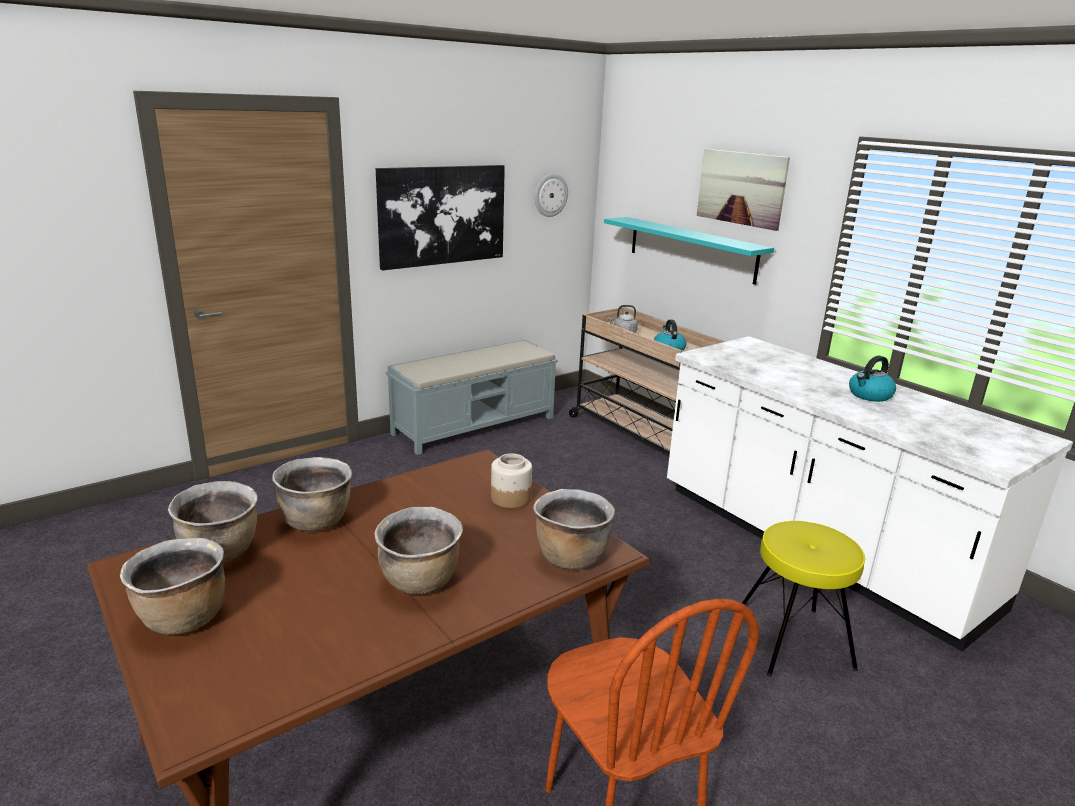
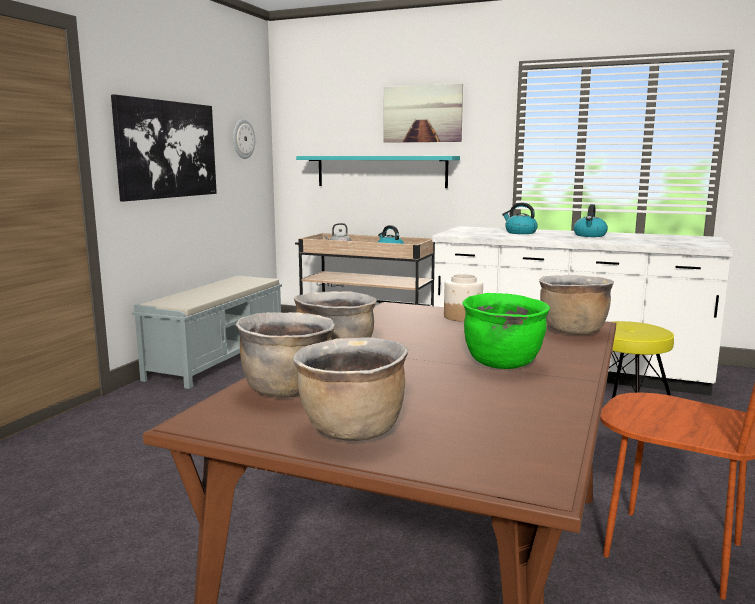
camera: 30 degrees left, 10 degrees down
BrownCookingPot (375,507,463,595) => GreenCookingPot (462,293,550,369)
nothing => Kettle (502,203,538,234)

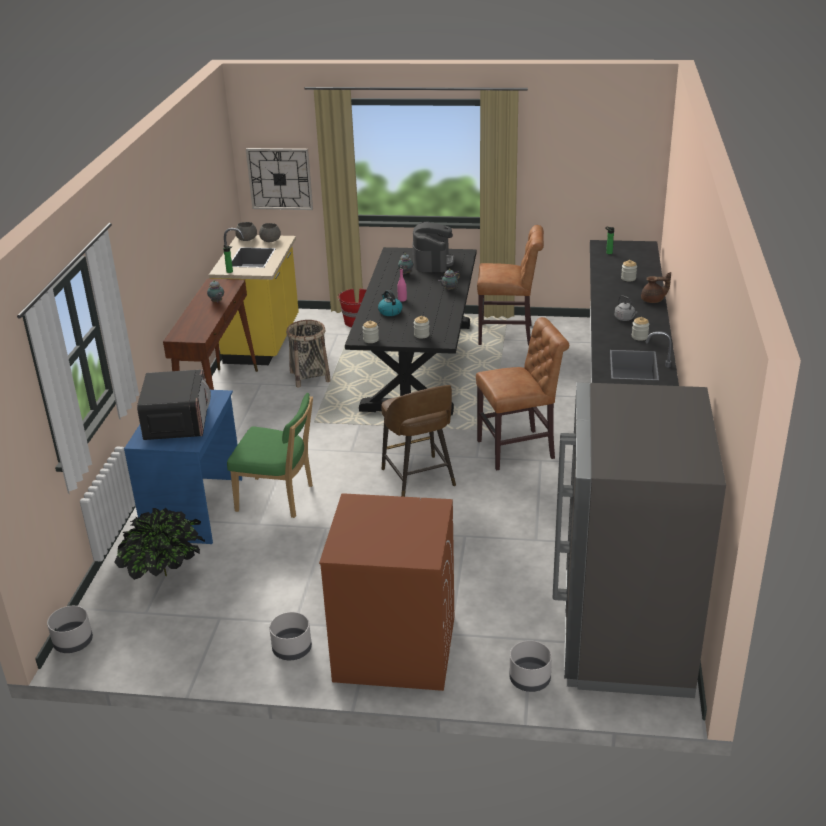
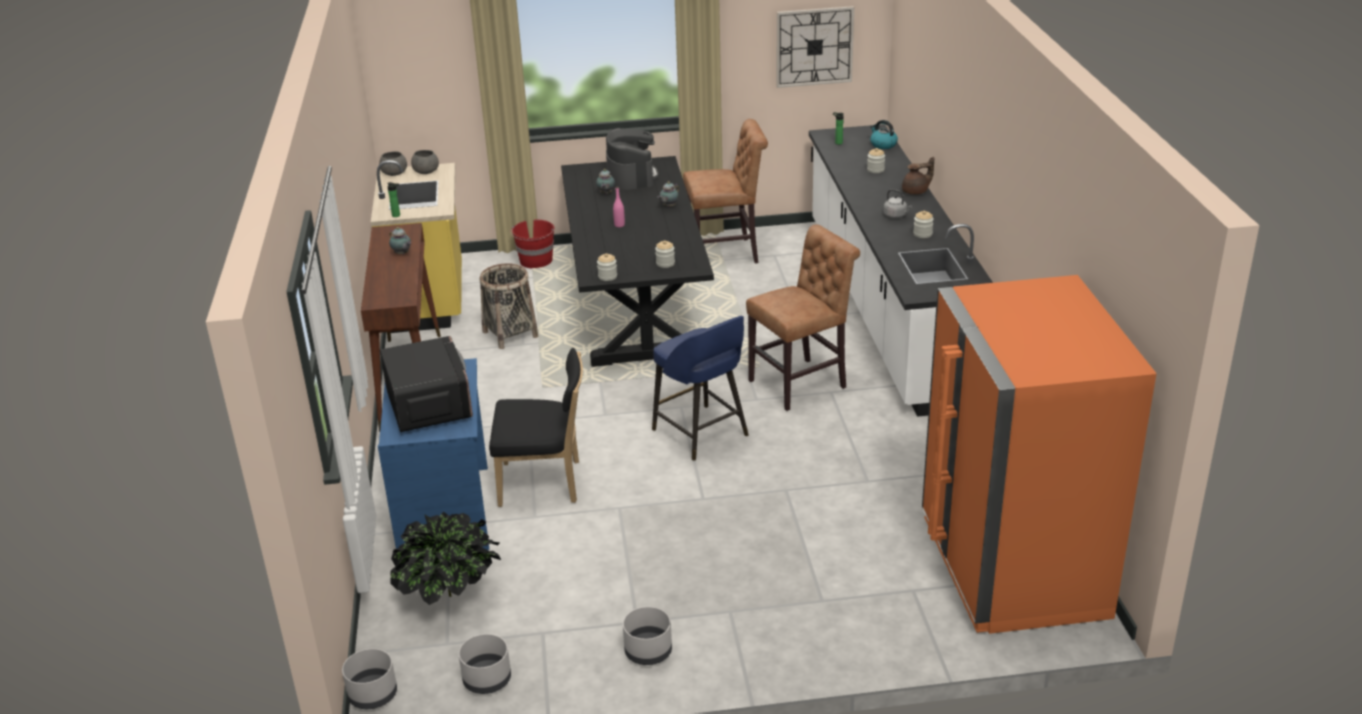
camera: 15 degrees left, 0 degrees up
GreenChair (227,393,313,518) => BlackChair (489,348,583,507)
WallClock (246,148,313,210) => WallClock (777,6,854,88), moved
BrownWashingMachine (319,493,454,691) => nothing
Kettle (378,290,402,316) => Kettle (870,120,898,149), moved
BrownStool (381,385,456,497) => BlueStool (652,316,749,461)
GreyPlanter (509,640,552,692) => GreyPlanter (458,634,511,694), moved
GreyFridge (553,382,726,698) => OrangeFridge (922,275,1156,634)

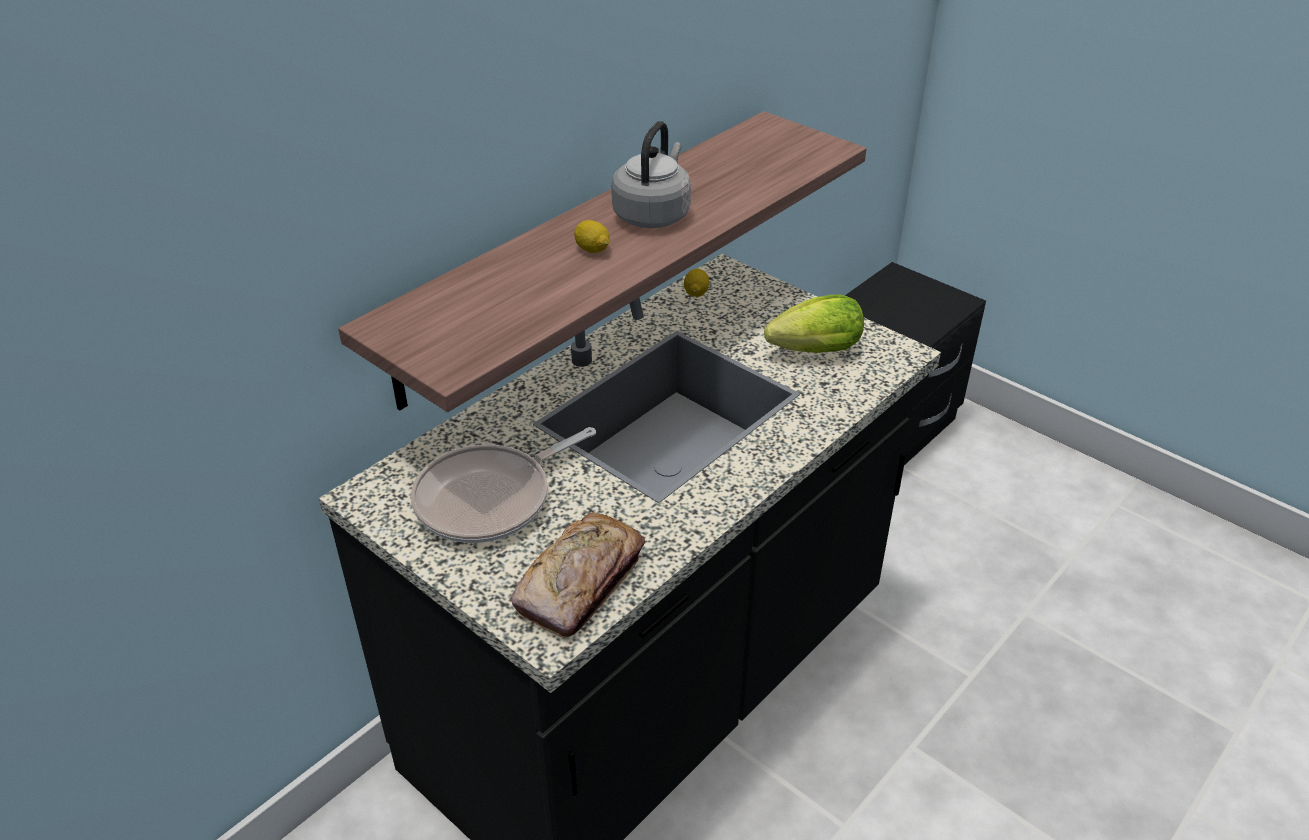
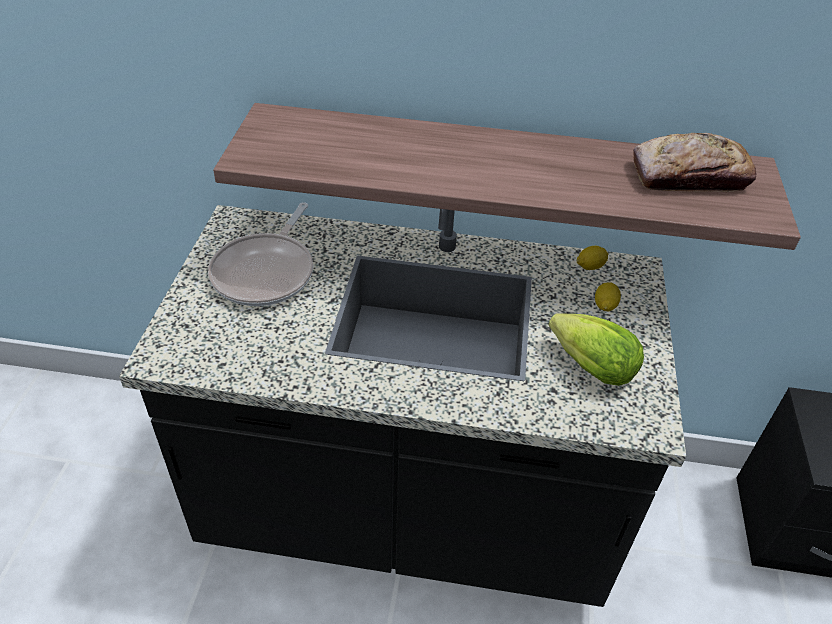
camera: 55 degrees right, 5 degrees up
FryingPan (411,427,596,543) => FryingPan (208,202,313,306), 90 degrees counterclockwise
Bread (511,513,645,637) => Bread (633,133,757,192), moved
Lemon (574,220,609,253) => Lemon (595,282,621,311), moved
GreyKettle (612,121,691,228) => nothing

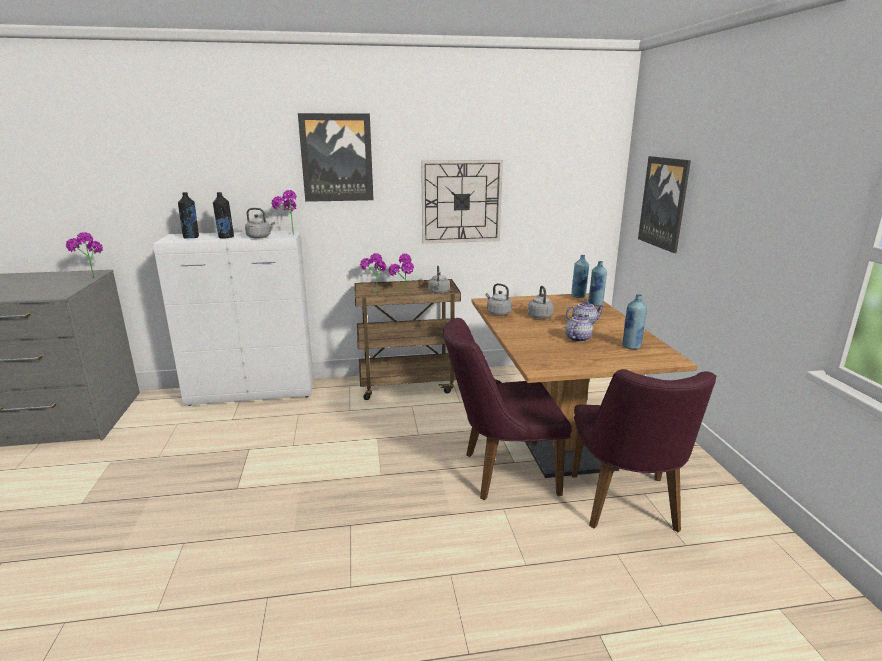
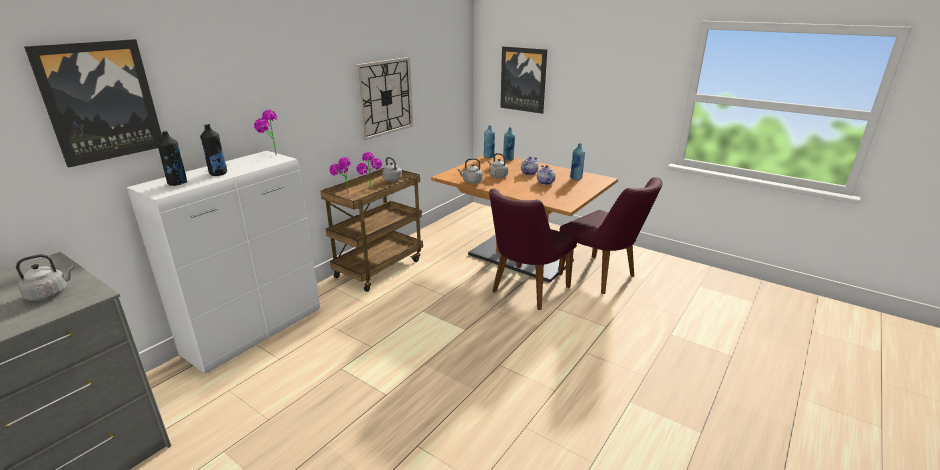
camera: 45 degrees left, 5 degrees up
PottedPlant (66,232,103,278) => nothing
GreyKettle (245,208,275,239) => GreyKettle (16,254,75,301), moved
Picture (298,113,373,202) => Picture (24,39,162,168), moved

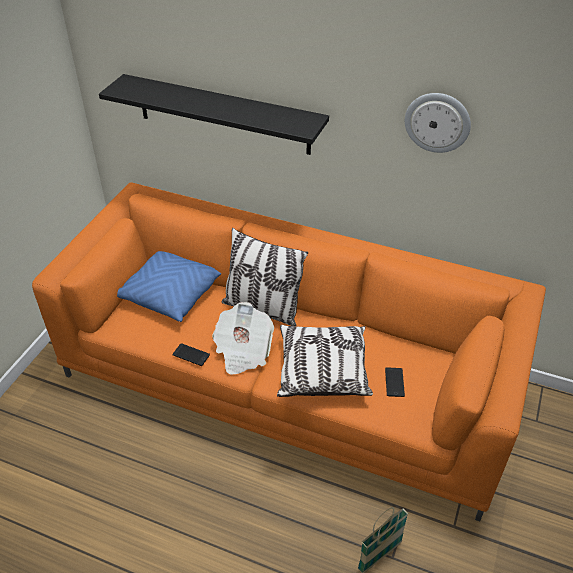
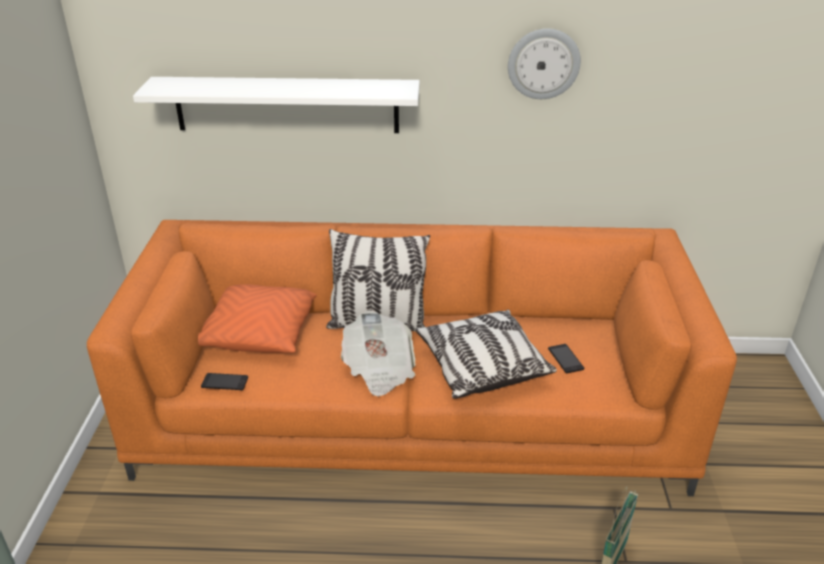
camera: 20 degrees left, 10 degrees down
BlackShelf (99,74,329,155) => WhiteShelf (133,77,420,133)
BluePillow (117,251,221,322) => OrangePillow (198,284,317,353)
Phone (173,343,210,366) => Phone (201,373,248,390), moved

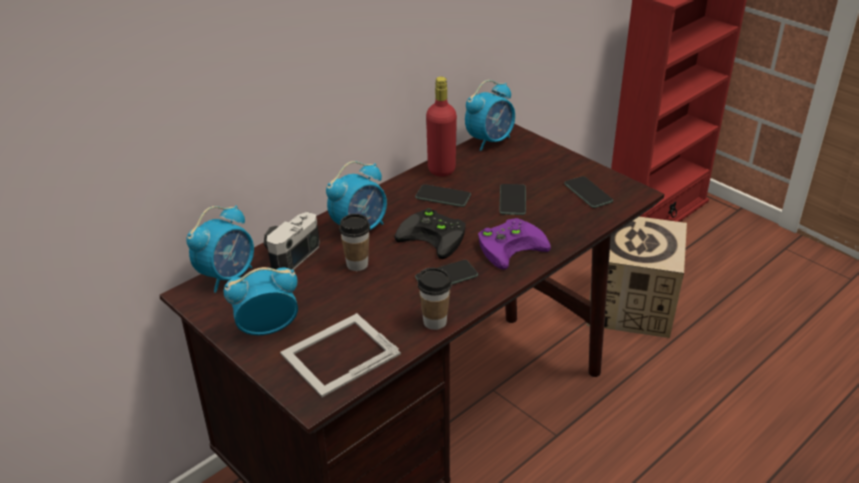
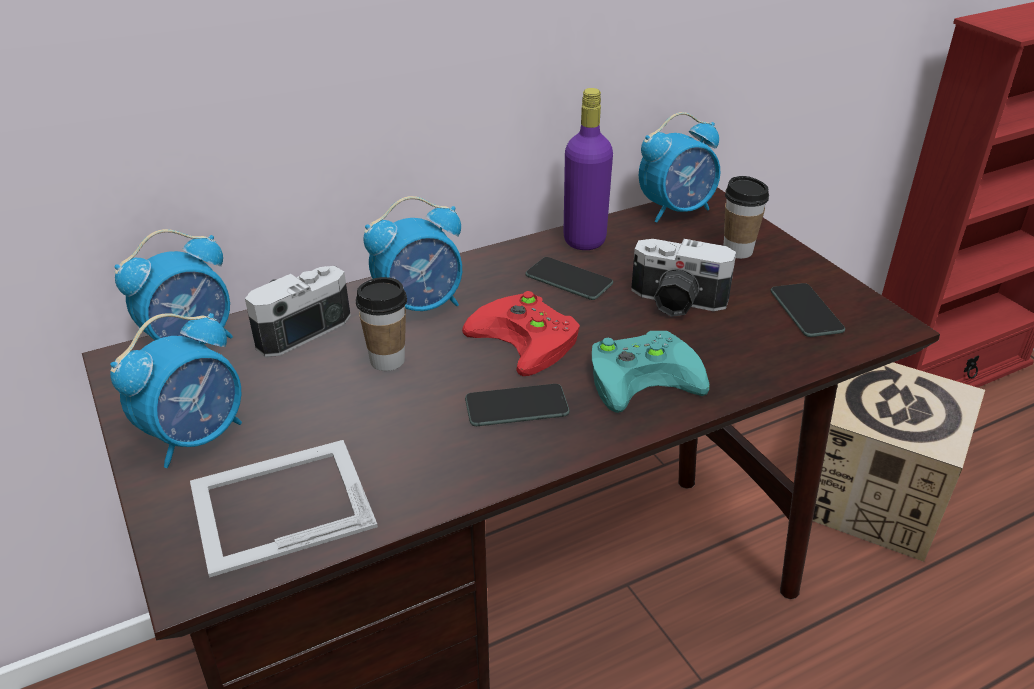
camera: 15 degrees right, 0 degrees up
AlarmClock (224,267,298,336) => AlarmClock (110,313,242,468), 135 degrees clockwise
BlackGameController (394,208,466,259) => RedGameController (462,291,580,376)
Cup (418,267,452,330) => Cup (724,176,769,259), moved
RedBottle (426,77,457,177) => PurpleBottle (564,88,613,250)
PurpleGameController (478,218,551,270) => TurquoiseGameController (592,331,709,413)
Phone (499,184,526,215) => PhotoCamera (631,239,736,317)

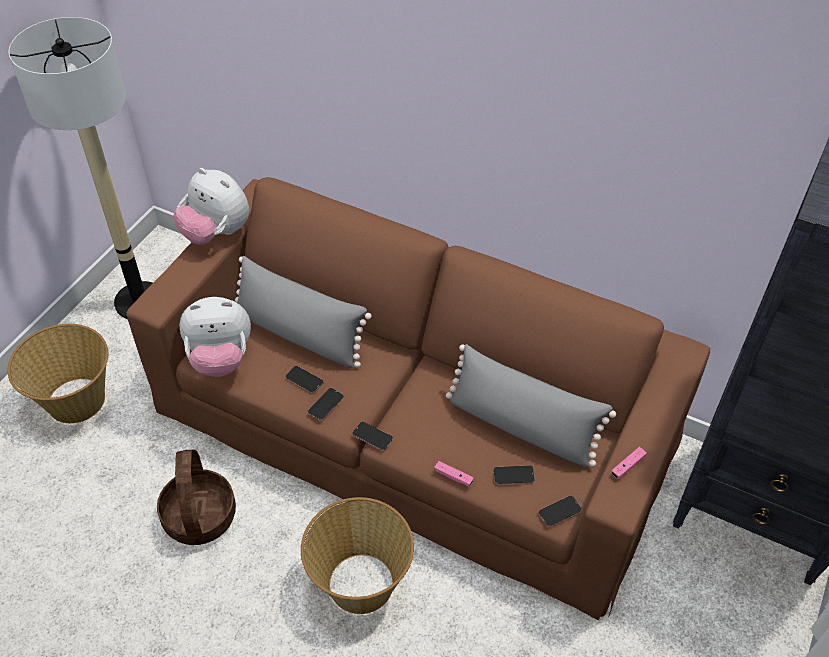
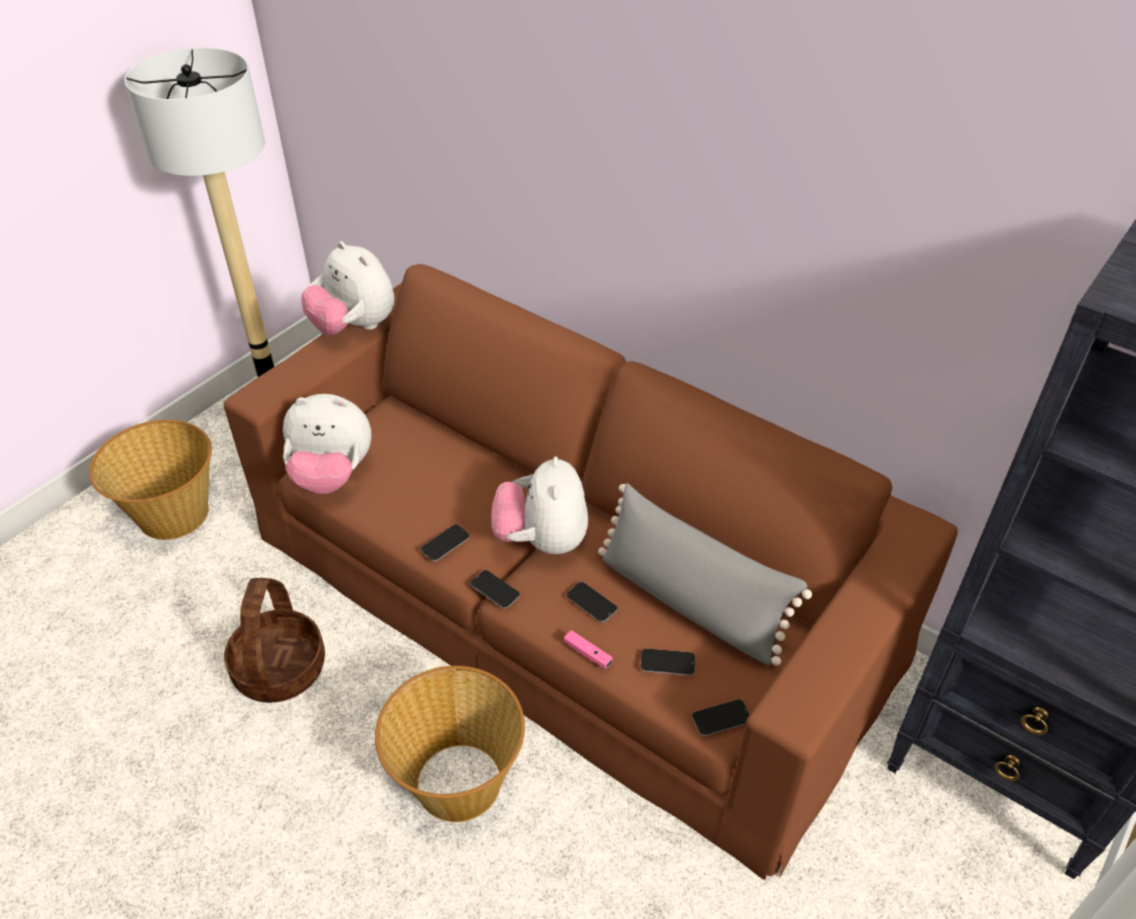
camera: 10 degrees right, 5 degrees down
GreyPillow (235,256,372,368) => nothing
Phone (286,366,324,393) => Phone (566,582,618,622), moved
PinkGameController (611,447,647,479) => nothing
nothing => PlushToy (492,456,588,554)

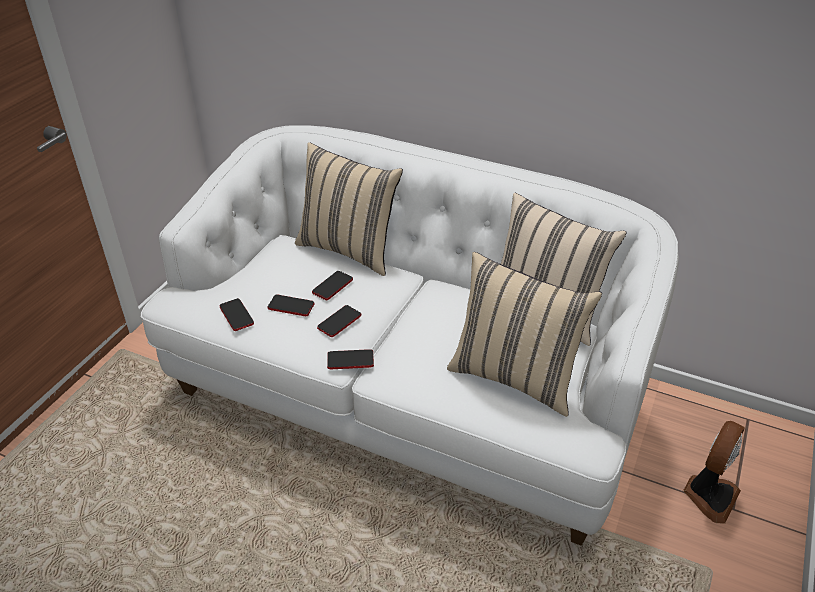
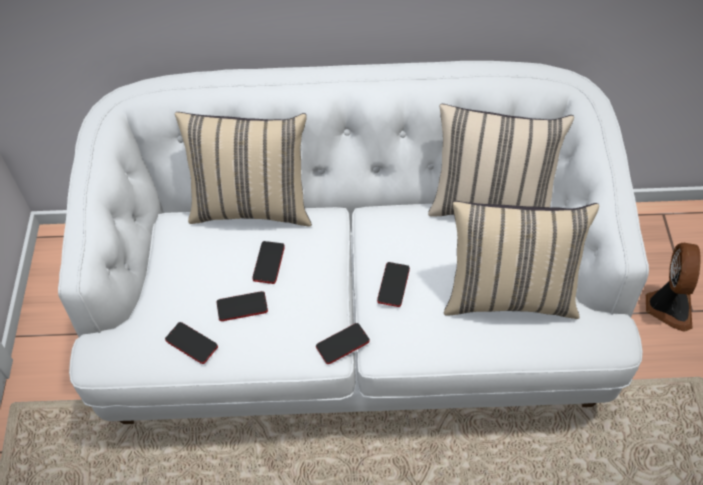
camera: 25 degrees left, 15 degrees up
Phone (317,305,361,337) => Phone (377,262,410,307), moved

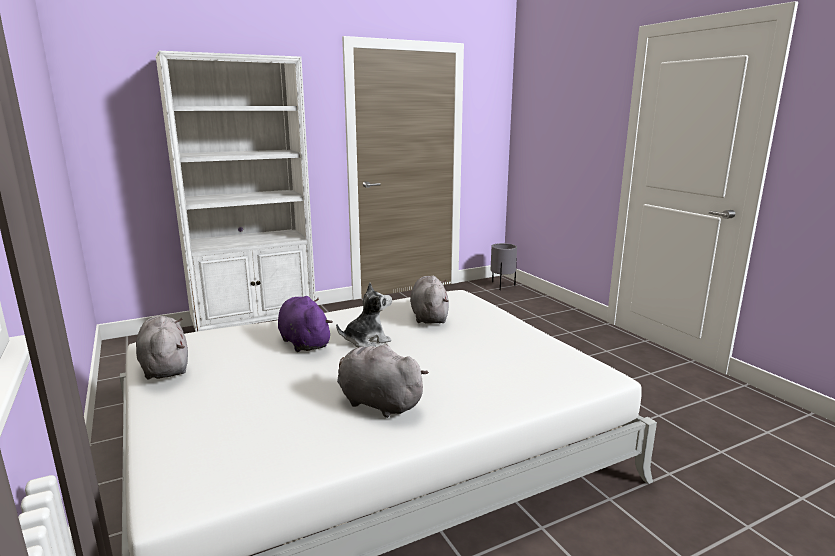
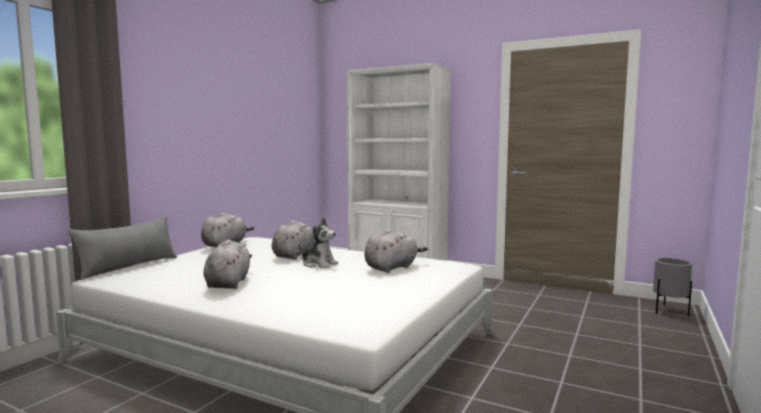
camera: 55 degrees right, 10 degrees down
PurplePlushToy (278,296,333,352) => GreyPlushToy (272,220,315,260)
nothing => GreyPillow (68,216,177,279)

